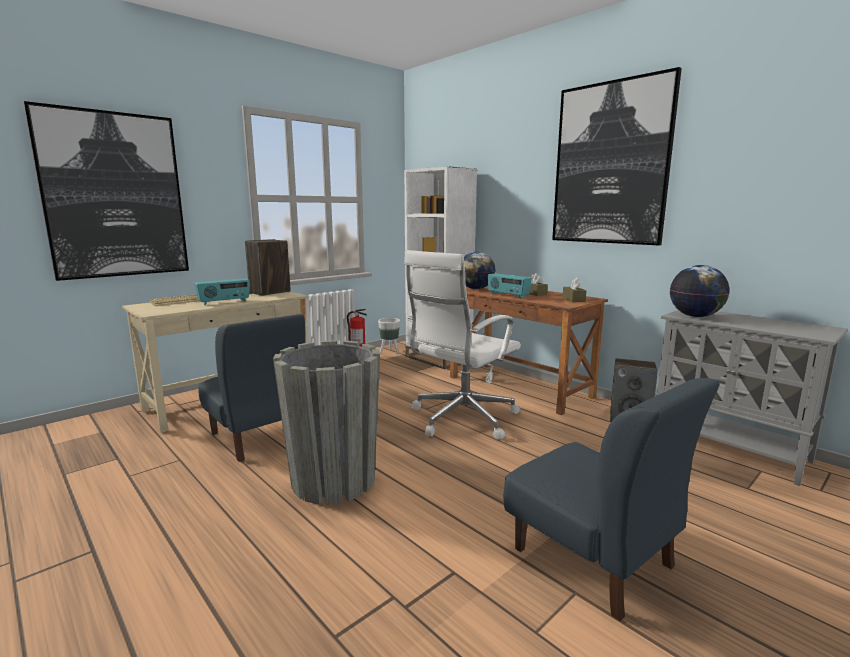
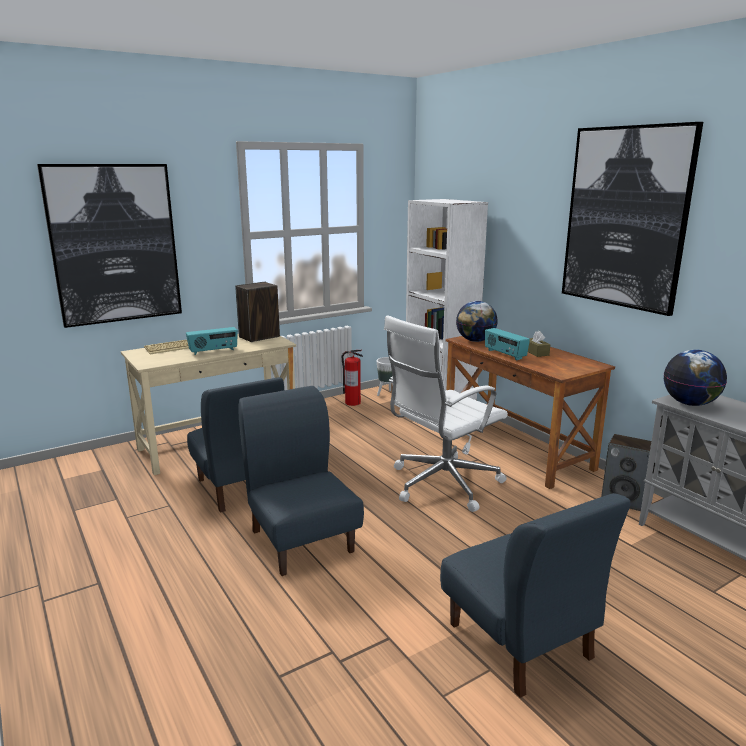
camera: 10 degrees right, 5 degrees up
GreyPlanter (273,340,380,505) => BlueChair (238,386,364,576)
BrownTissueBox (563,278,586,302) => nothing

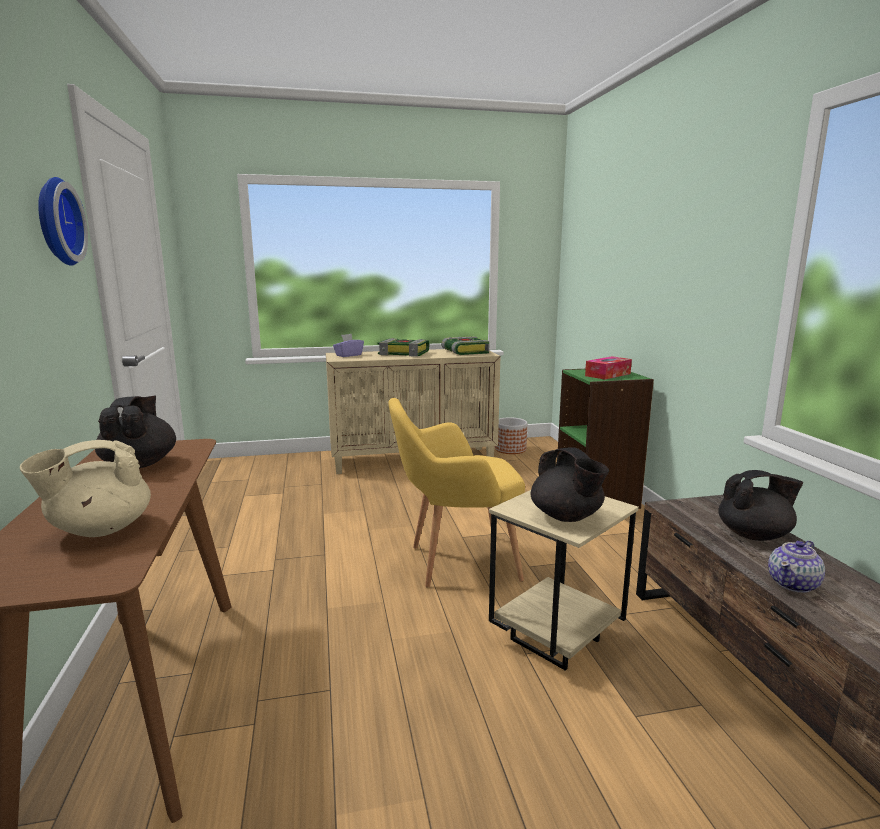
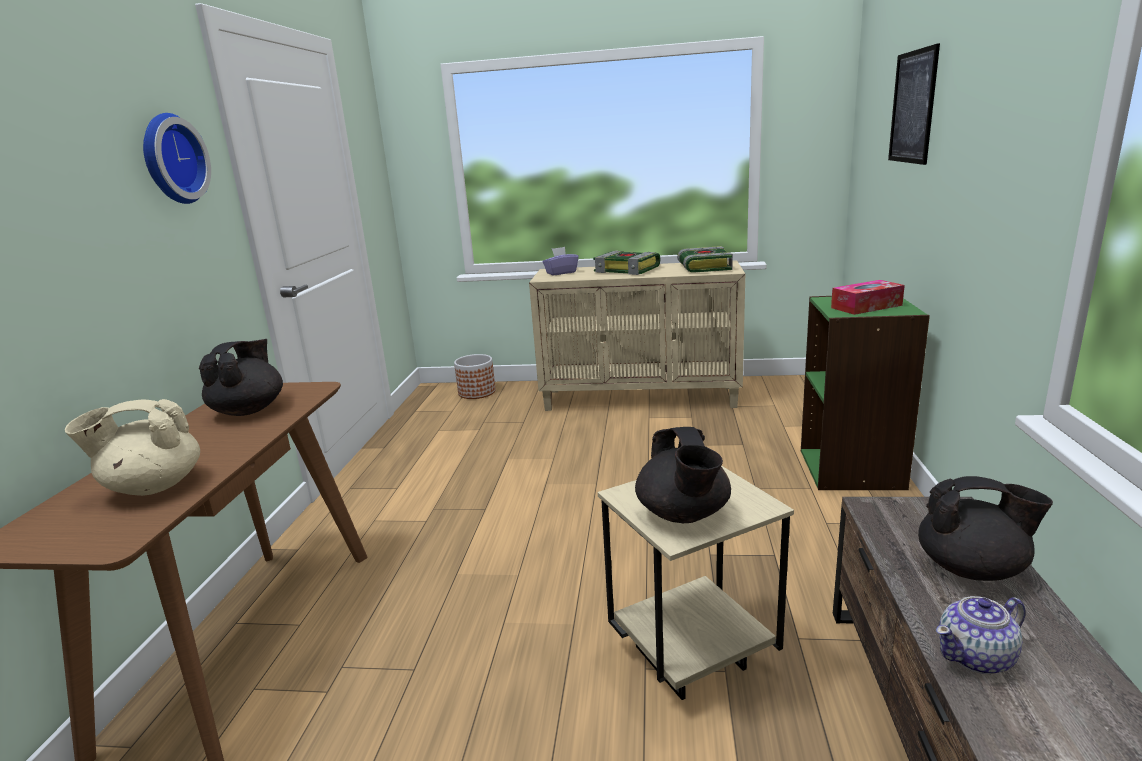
camera: 20 degrees right, 5 degrees up
YellowArmchair (388,398,525,588) => nothing
Planter (495,417,527,454) => Planter (454,354,496,399), moved
nothing => Picture (888,43,940,165)

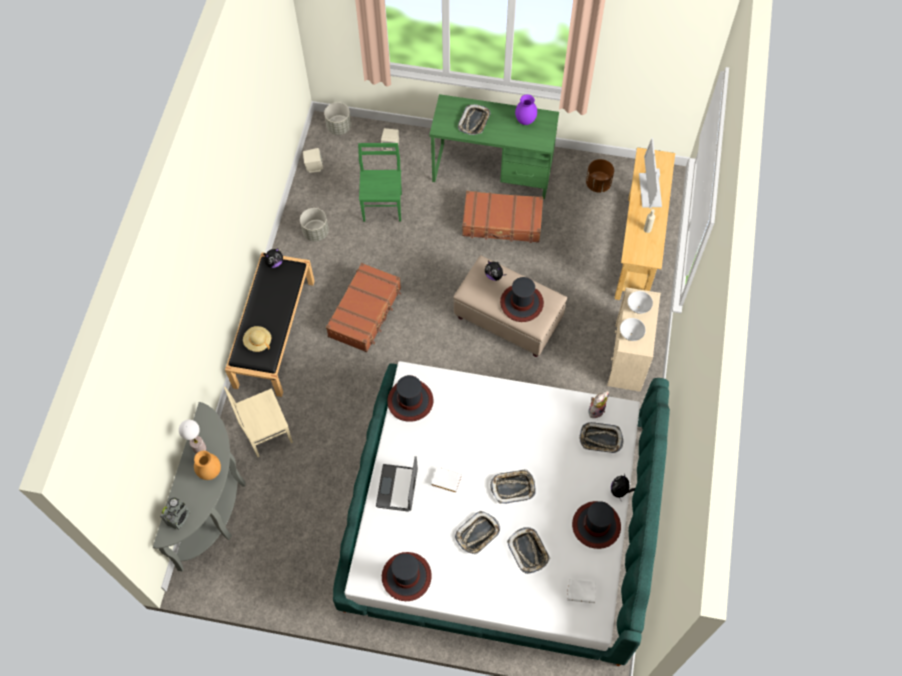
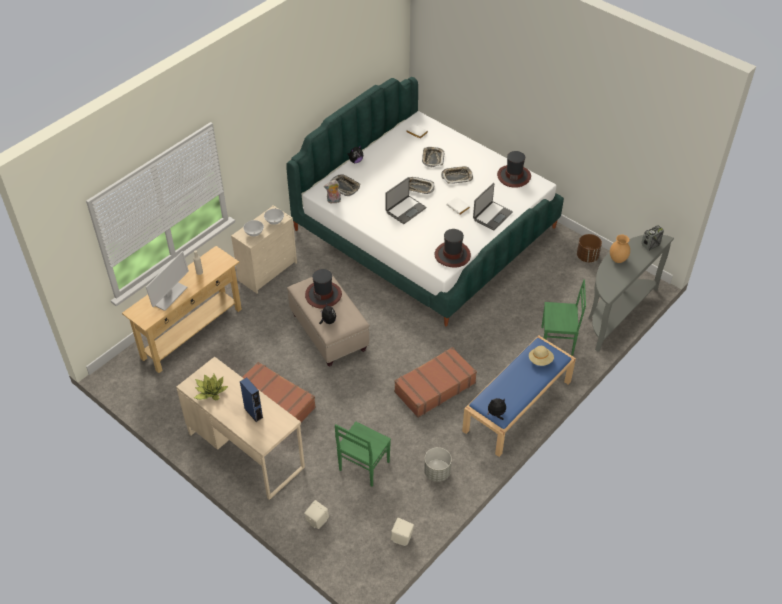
camera: 150 degrees left, 15 degrees down
TableLamp (179,420,207,454) => nothing
BeigeChair (224,387,293,457) => GreenChair (541,279,586,356)
BlackBench (225,253,315,397) => BlueBench (462,335,576,457)
GreyPlanter (324,102,351,135) => nothing
GreenDesk (429,94,559,199) => BeigeDesk (176,357,305,500)
Tray (458,104,491,135) => BlueSpeaker (240,377,263,422)
PurpleVase (515,94,537,125) => PottedPlant (194,374,228,400)
Hat (572,501,621,549) => nothing
BrownPlanter (586,159,614,193) => BrownPlanter (577,234,602,262), moved
nothing => Laptop (385,177,426,224)

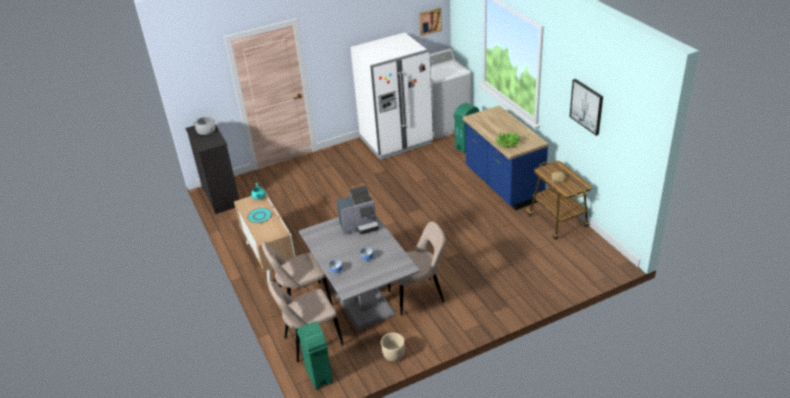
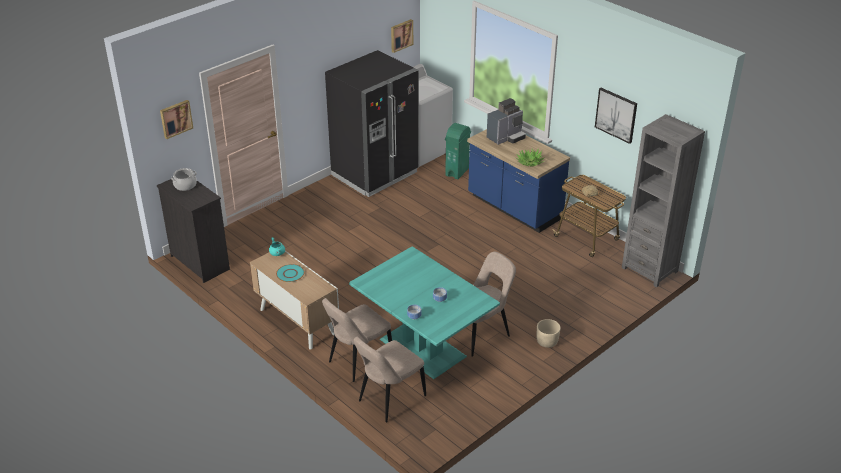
camera: 20 degrees left, 0 degrees up
GreenTrashCan (297,321,333,390) => nothing
GreyDiningTable (299,216,420,330) => TurquoiseDiningTable (349,246,500,379)
CoffeeMachine (336,186,379,235) => CoffeeMachine (487,98,526,145), moved
WhiteFridge (350,32,433,160) => BlackFridge (325,50,419,197)
BeigePlanter (381,333,405,362) => BeigePlanter (537,319,561,348), moved
nothing => Picture (160,100,193,139)
nothing => GreyBookcase (622,114,705,287)

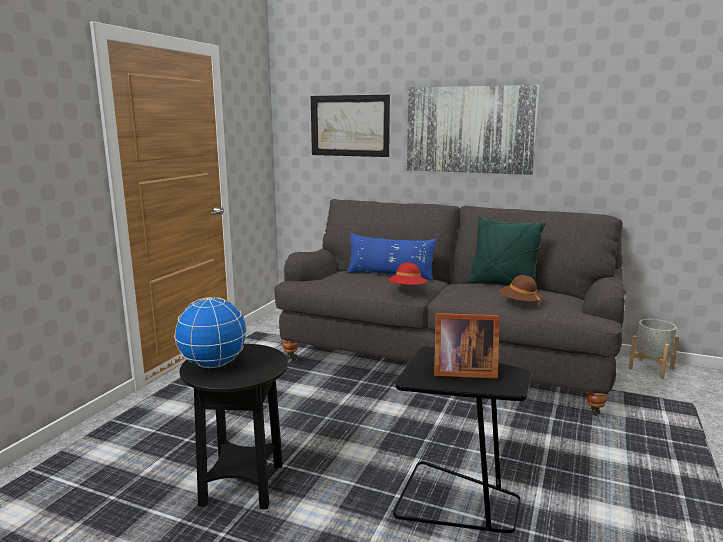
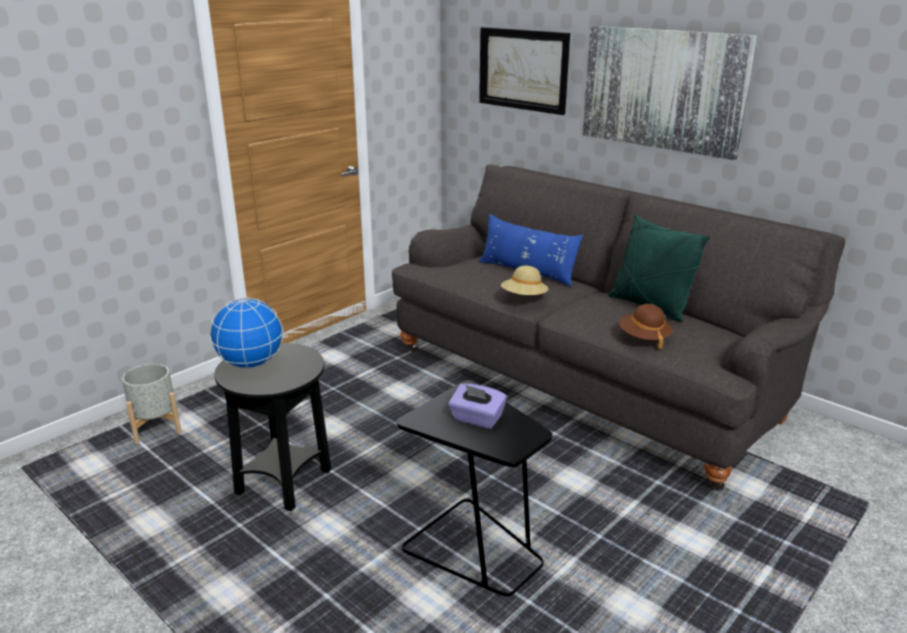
camera: 20 degrees right, 10 degrees up
RedHat (388,263,427,285) => BeigeHat (501,266,549,295)
PictureFrame (434,313,500,379) => PurpleTissueBox (448,383,507,429)
GreyPlanter (628,319,679,379) => GreyPlanter (122,364,182,444), moved

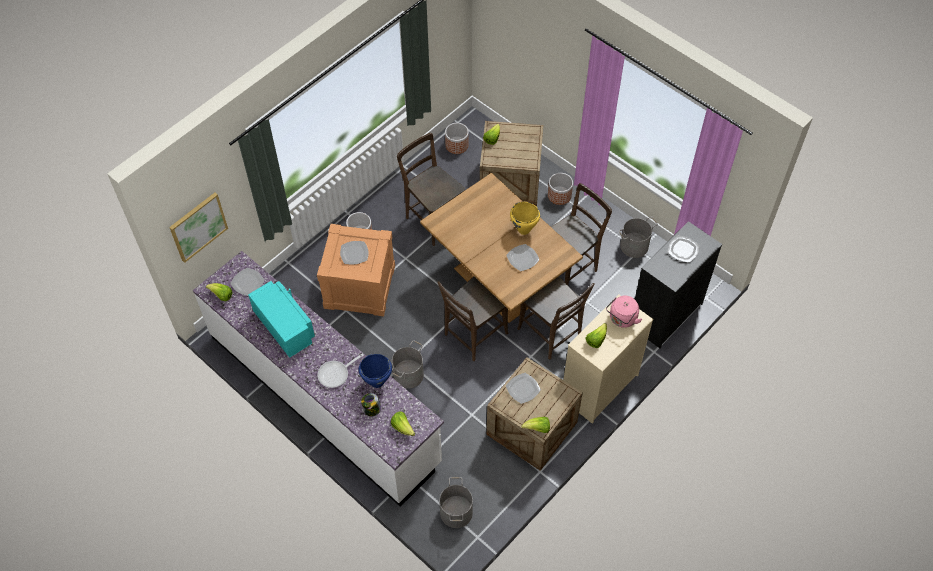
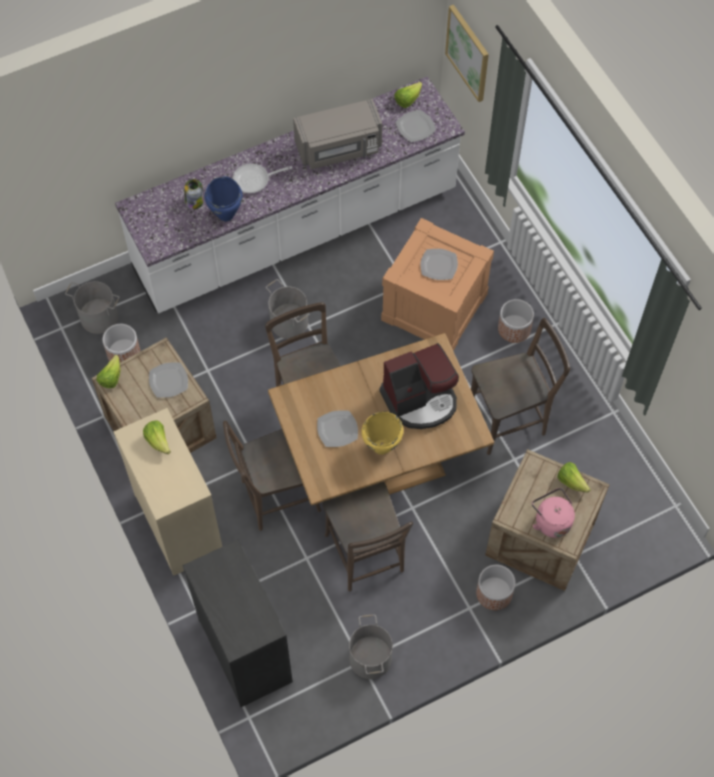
camera: 110 degrees right, 5 degrees up
TurquoiseMicrowave (248,281,315,358) => GreyMicrowave (293,99,382,169)
FryingPan (317,353,364,388) => FryingPan (233,163,292,193), 90 degrees counterclockwise
Lettuce (391,411,415,436) => nothing
Planter (445,123,469,154) => Planter (103,324,140,362), moved
PinkKettle (606,295,642,328) => PinkKettle (532,488,575,538), moved
Plate (667,235,700,263) => nothing
nothing => CoffeeMachine (379,343,459,429)

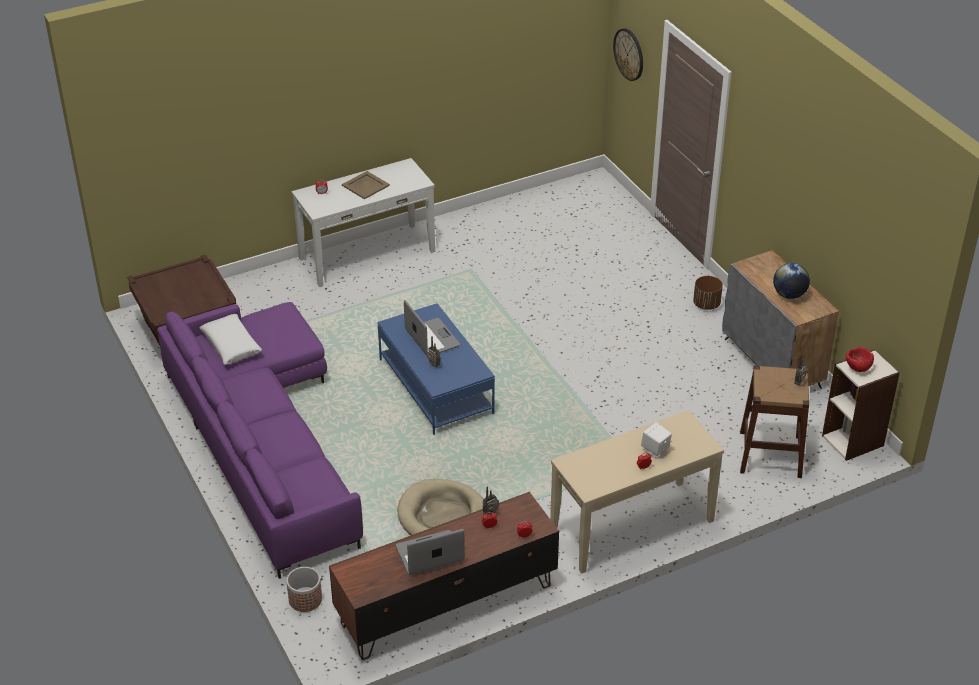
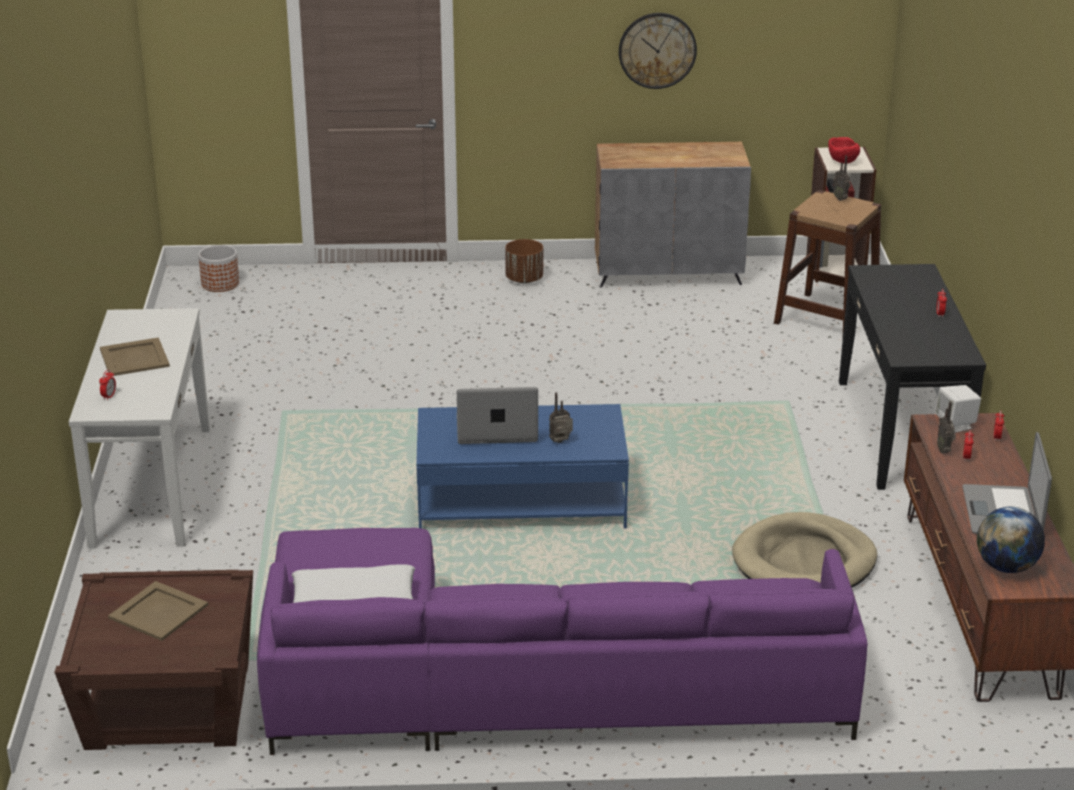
camera: 65 degrees left, 10 degrees down
Planter (286,567,322,612) => Planter (198,245,239,292), moved
BeigeConsoleTable (550,410,724,574) => BlackConsoleTable (839,264,986,490)
WallClock (613,28,643,81) => WallClock (619,13,697,89), moved
WhiteSpeaker (641,422,672,458) => WhiteSpeaker (935,385,981,433), moved
Globe (773,263,810,299) => Globe (977,507,1045,573), moved
nothing => BeigeTray (108,581,208,641)

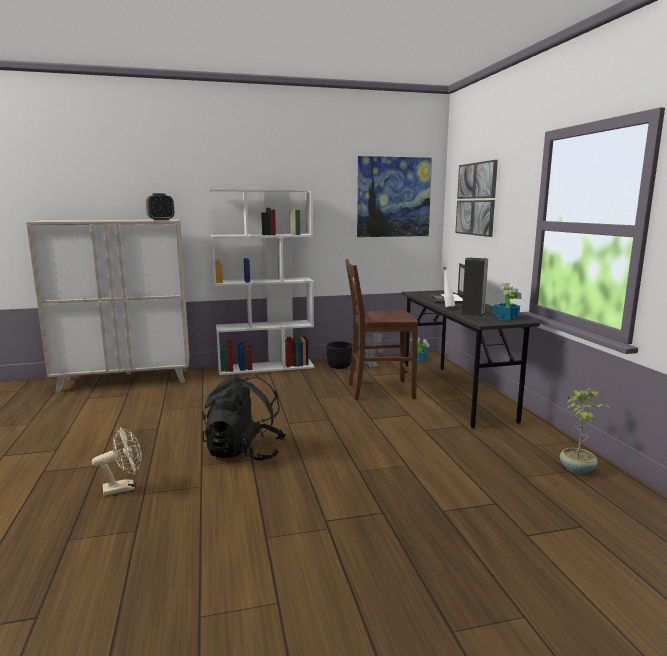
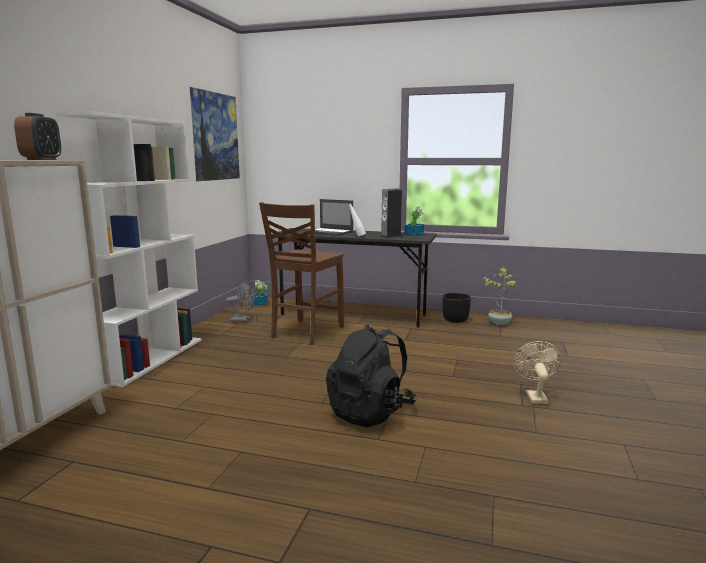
camera: 60 degrees left, 0 degrees up
BeigeFan (92,427,142,496) => BeigeFan (514,341,561,404), moved
BlackPlanter (326,341,352,369) => BlackPlanter (442,293,471,323), moved
Picture (455,160,498,237) => nothing

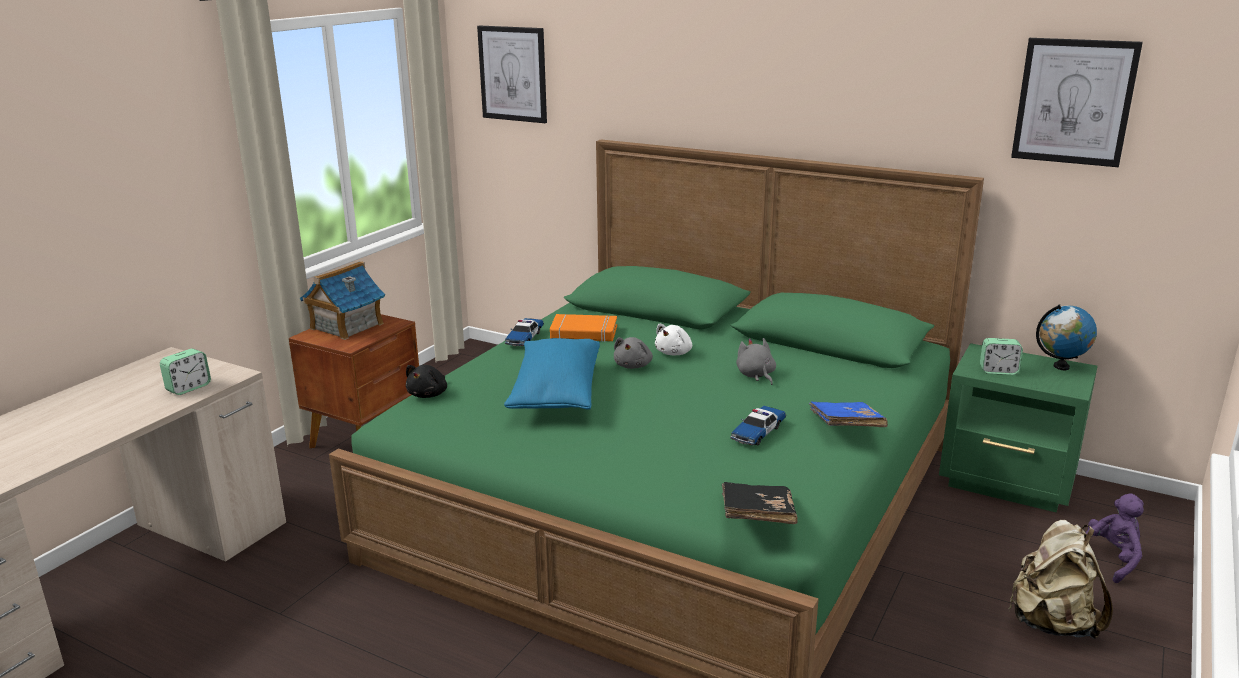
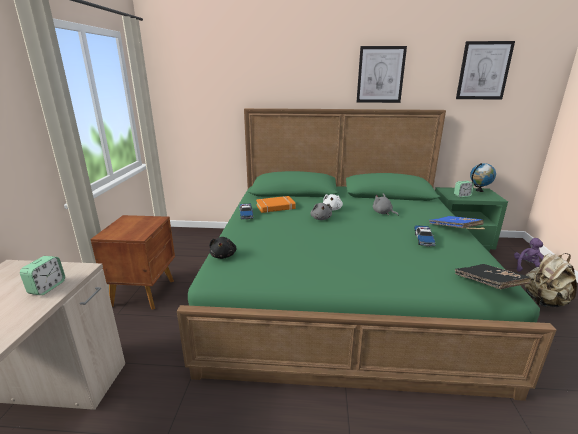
camera: 25 degrees left, 0 degrees up
ToyHouse (300,261,385,340) => nothing
Picture (477,25,547,123) => Picture (357,46,407,103), moved
BluePillow (504,338,600,410) => nothing

